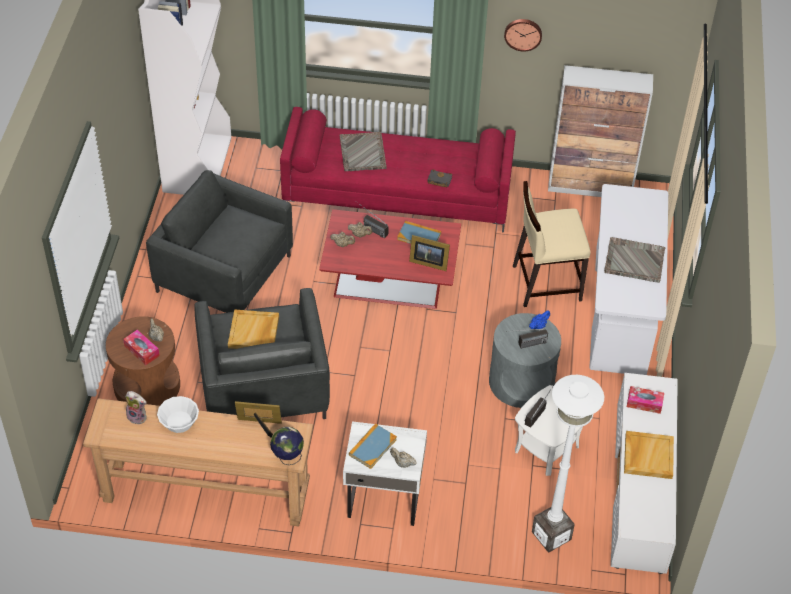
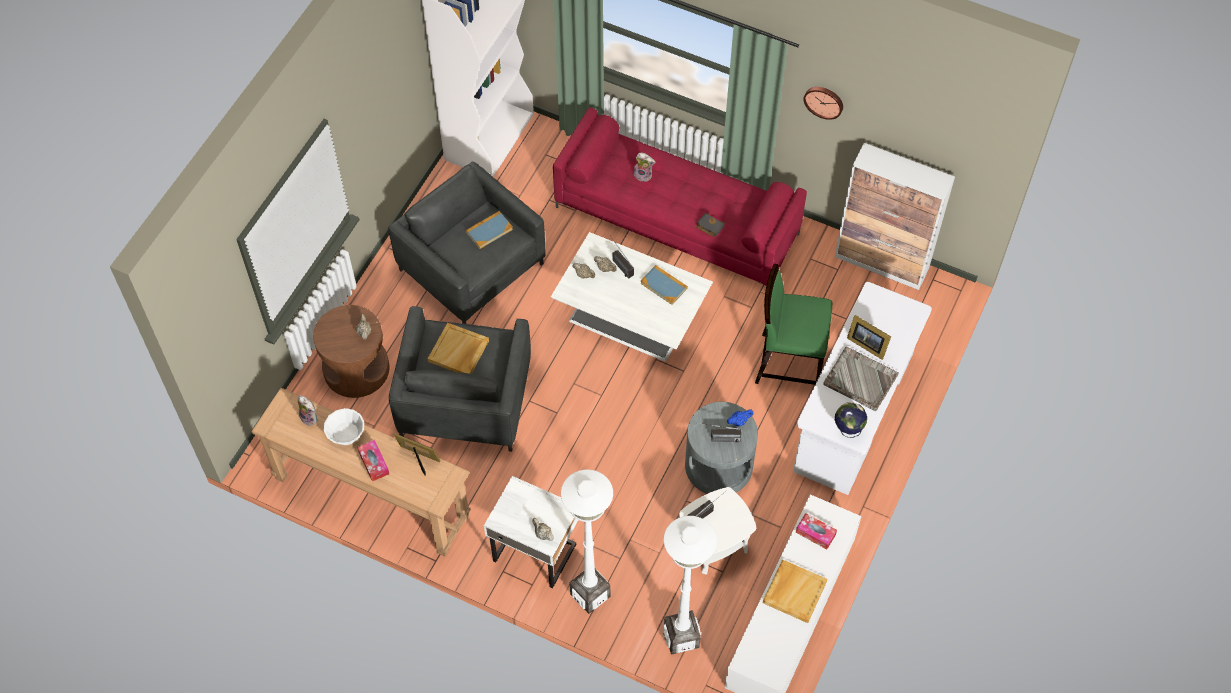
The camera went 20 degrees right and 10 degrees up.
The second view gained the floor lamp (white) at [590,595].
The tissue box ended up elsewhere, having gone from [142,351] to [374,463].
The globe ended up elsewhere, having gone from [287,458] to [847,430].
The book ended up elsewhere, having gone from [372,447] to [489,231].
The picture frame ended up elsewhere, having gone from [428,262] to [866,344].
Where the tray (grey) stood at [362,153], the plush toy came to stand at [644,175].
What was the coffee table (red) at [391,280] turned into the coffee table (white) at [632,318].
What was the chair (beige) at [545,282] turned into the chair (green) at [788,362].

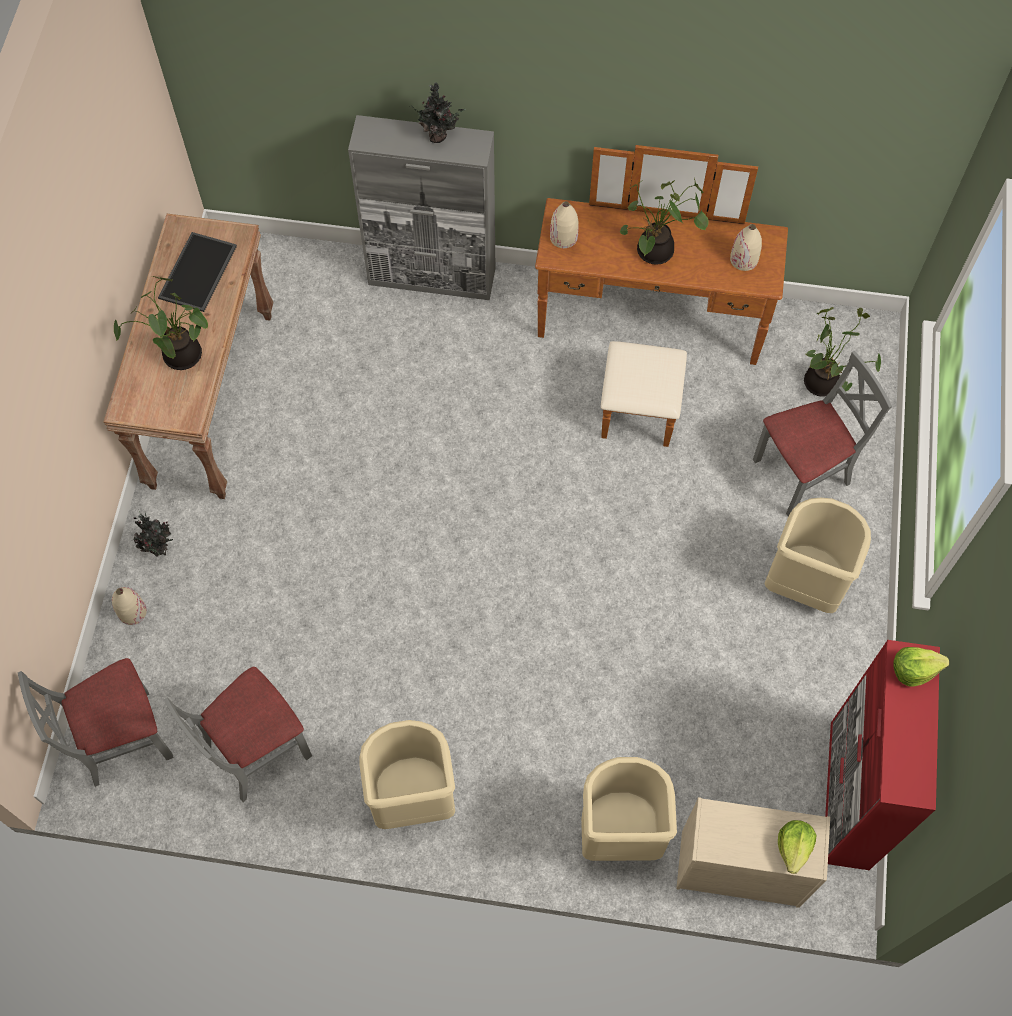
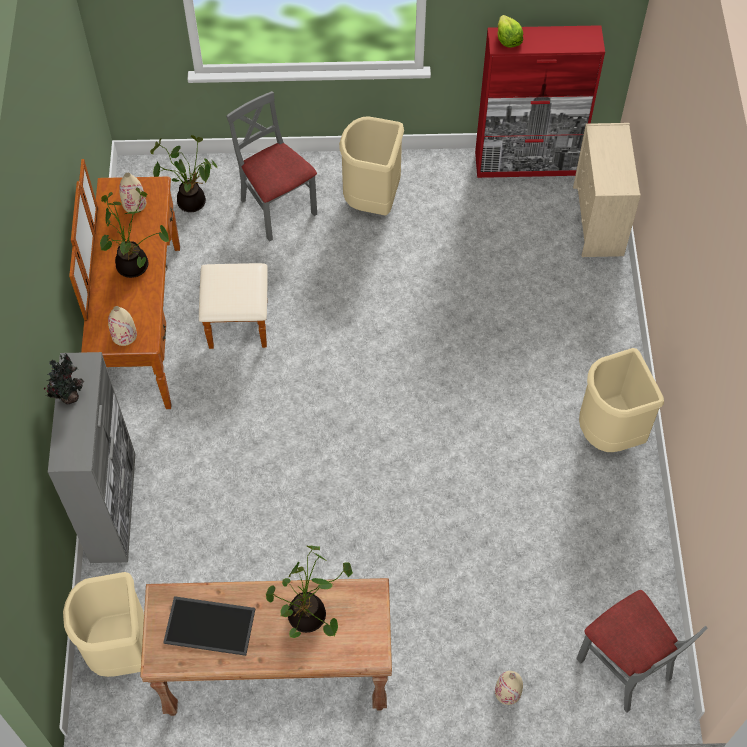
The camera went 100 degrees left and 5 degrees down.
The second view lost the potted plant at [159,548].
The second view lost the chair (grey) at [256,751].
The second view lost the lettuce at [794,847].
The trash can (beige) ended up elsewhere, having gone from [619,832] to [120,650].

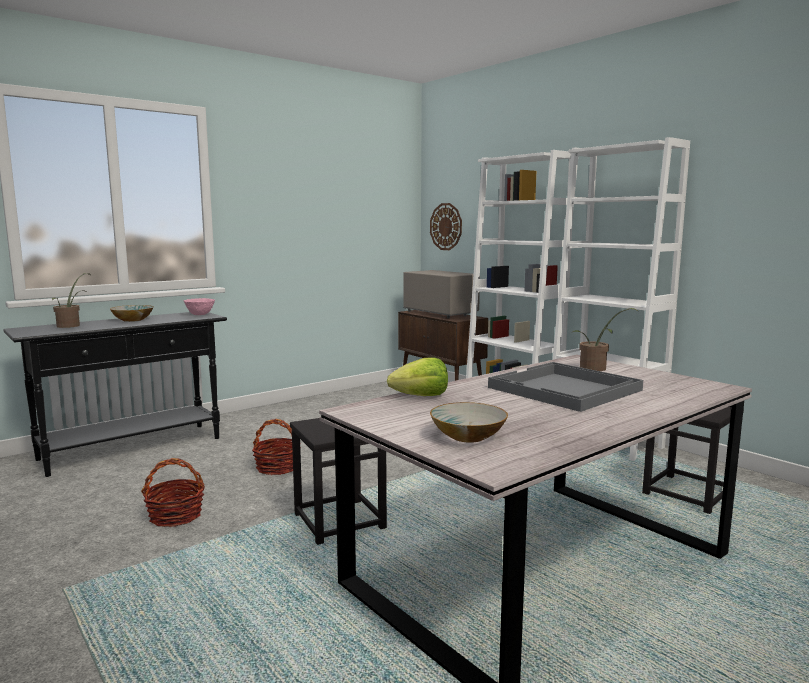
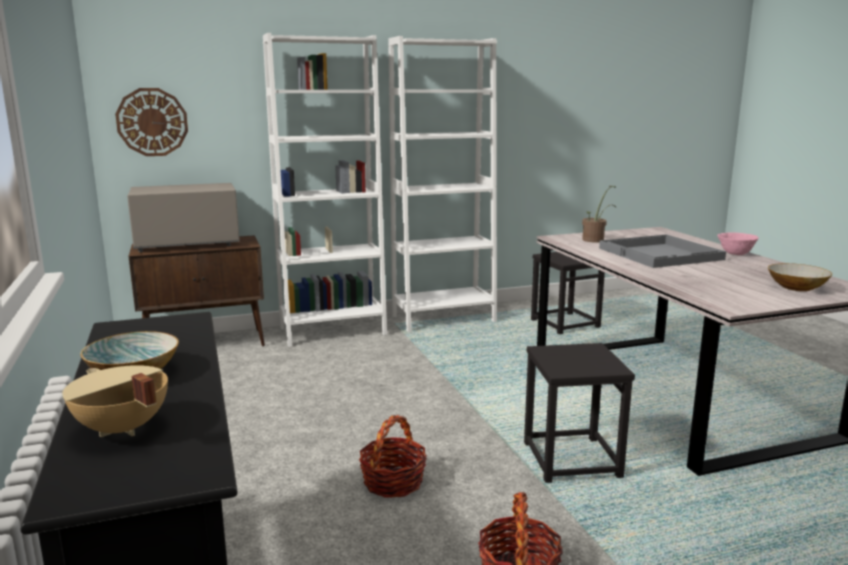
The camera went 70 degrees left and 5 degrees up.
The second view lost the lettuce at [421,396].
The bowl (pink) ended up elsewhere, having gone from [200,314] to [735,254].
Where the potted plant stood at [71,325], the cooking pot (beige) came to stand at [121,429].

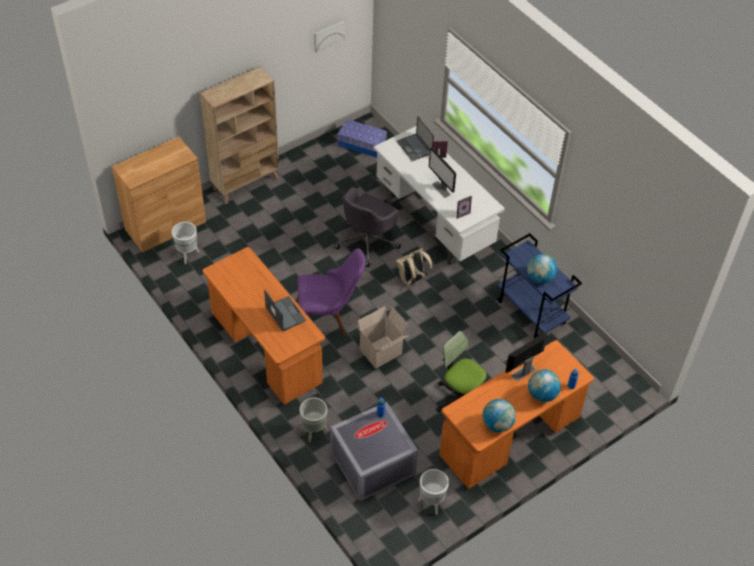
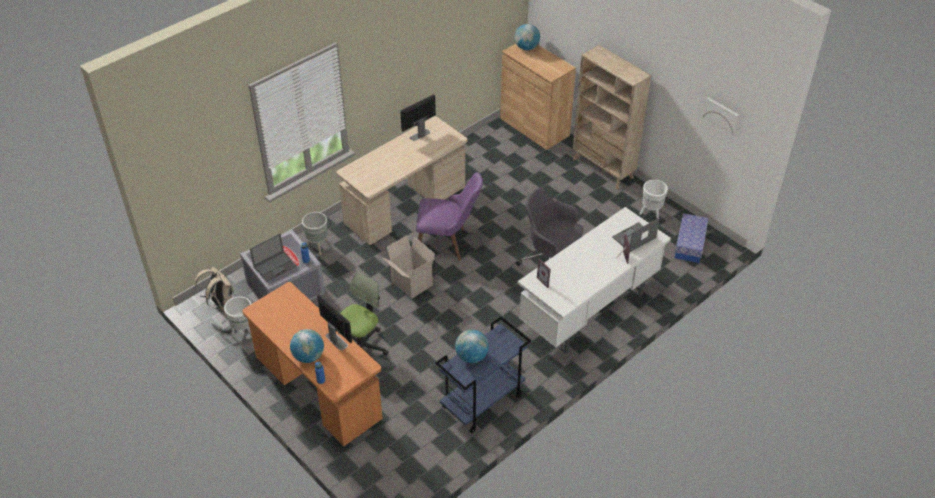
The camera went 85 degrees right and 5 degrees down.
The planter (white) ended up elsewhere, having gone from [187,255] to [651,214].
The laptop ended up elsewhere, having gone from [285,313] to [275,266].
The backpack (beige) ended up elsewhere, having gone from [412,280] to [220,303].
The monitor ended up elsewhere, having gone from [441,189] to [419,135].
The globe ended up elsewhere, having gone from [497,424] to [526,48].
What was the desk (orange) at [265,348] turned into the desk (beige) at [405,206].
The chair (purple) at [329,317] ended up facing another way, 75 degrees counterclockwise from before.

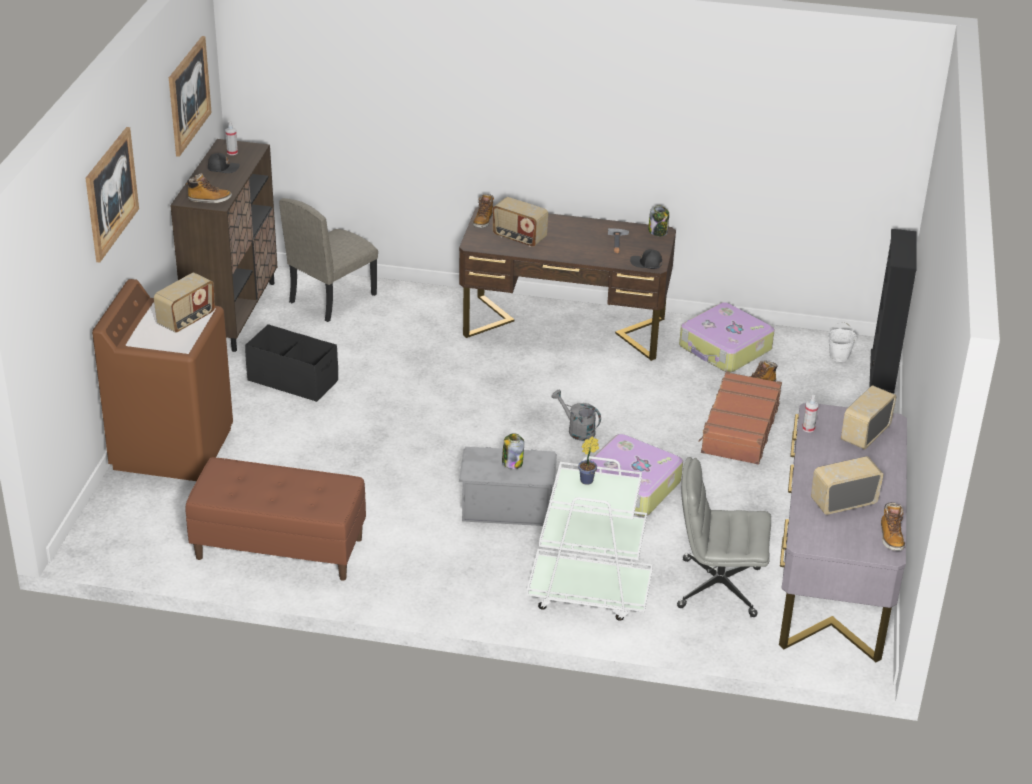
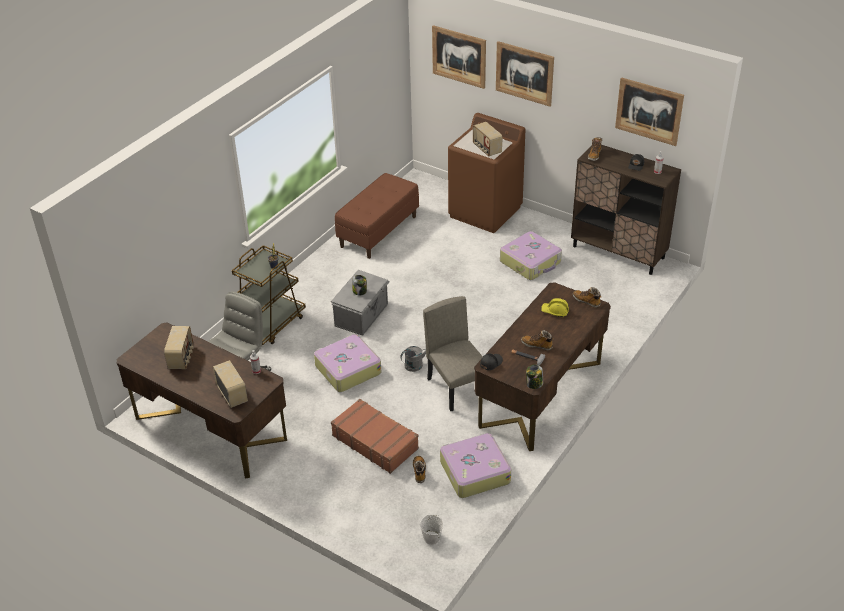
The camera went 115 degrees right and 5 degrees up.
The second view lost the bookcase (black) at [882,371].
The second view gained the picture at [459,56].
The chair (beige) ended up elsewhere, having gone from [332,298] to [458,387].
The boot ended up elsewhere, having gone from [891,537] to [537,345].
Where the storage box (black) stood at [293,380], the suitcase came to stand at [531,262].
Where the radio stood at [519,238], the hard hat (yellow) came to stand at [555,311].
What was the cart (white) at [588,593] turned into the cart (brown) at [271,325].
What was the desk (grey) at [833,577] turned into the desk (brown) at [210,428].

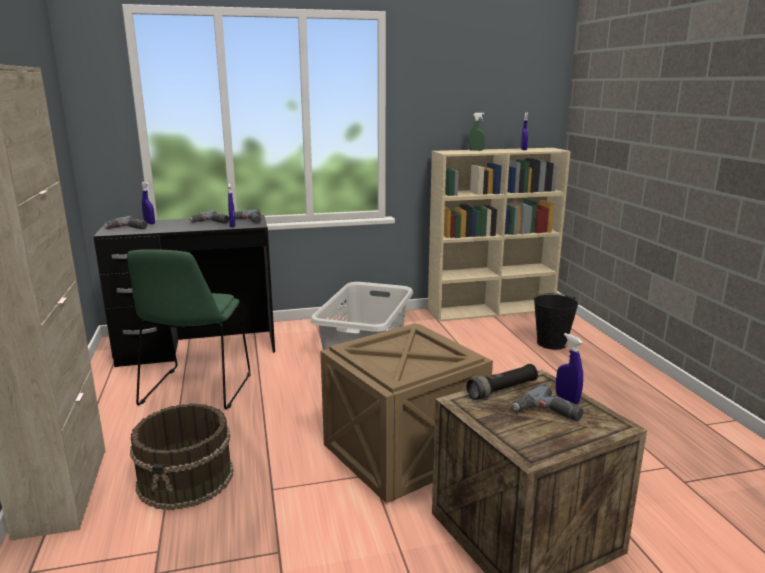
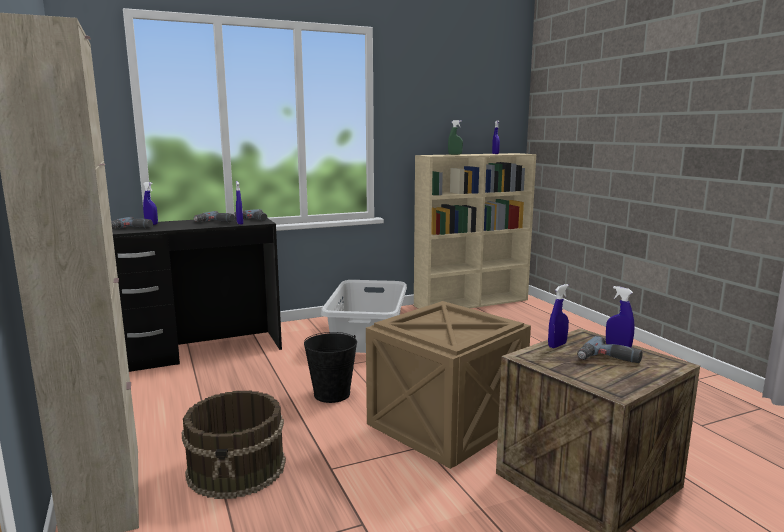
The camera went 10 degrees left and 5 degrees down.
The second view lost the chair (green) at [196,391].
The bucket (black) ended up elsewhere, having gone from [552,343] to [332,394].
Where the flashlight (black) stood at [502,390], the spray bottle (blue) came to stand at [557,345].

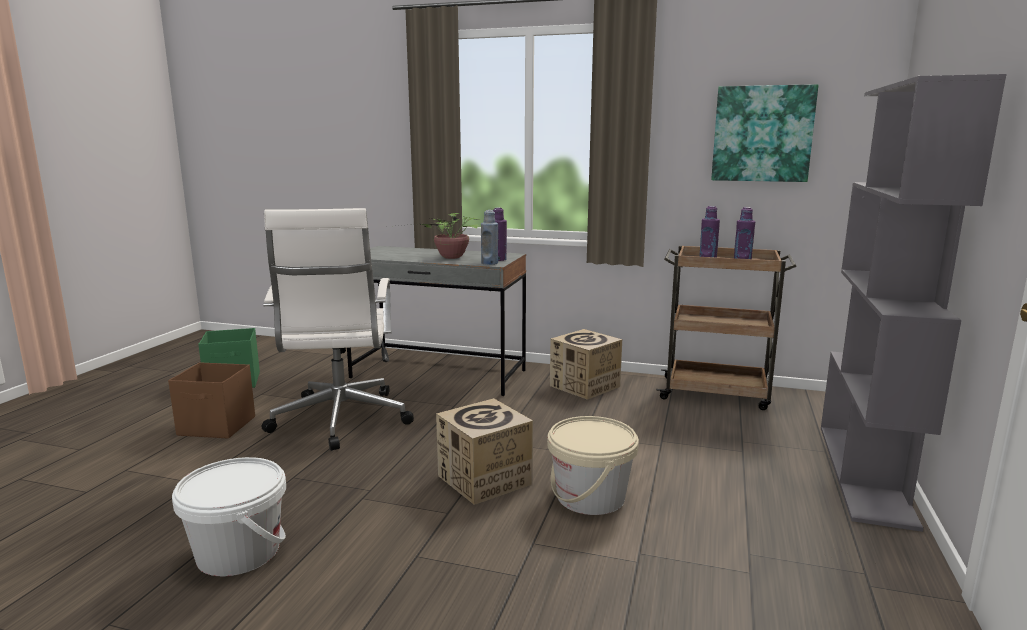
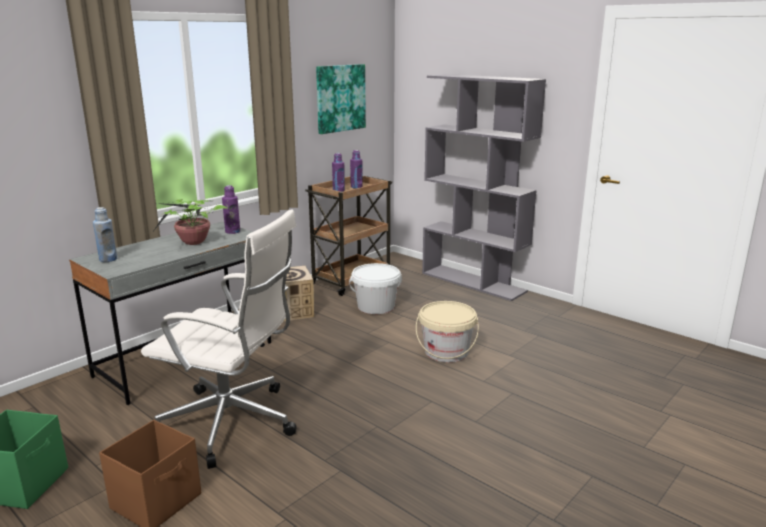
The camera went 65 degrees left and 5 degrees up.
The second view lost the cardboard box at [484,480].
The bucket (white) ended up elsewhere, having gone from [239,552] to [376,306].
The bottle (blue) ended up elsewhere, having gone from [489,263] to [108,259].

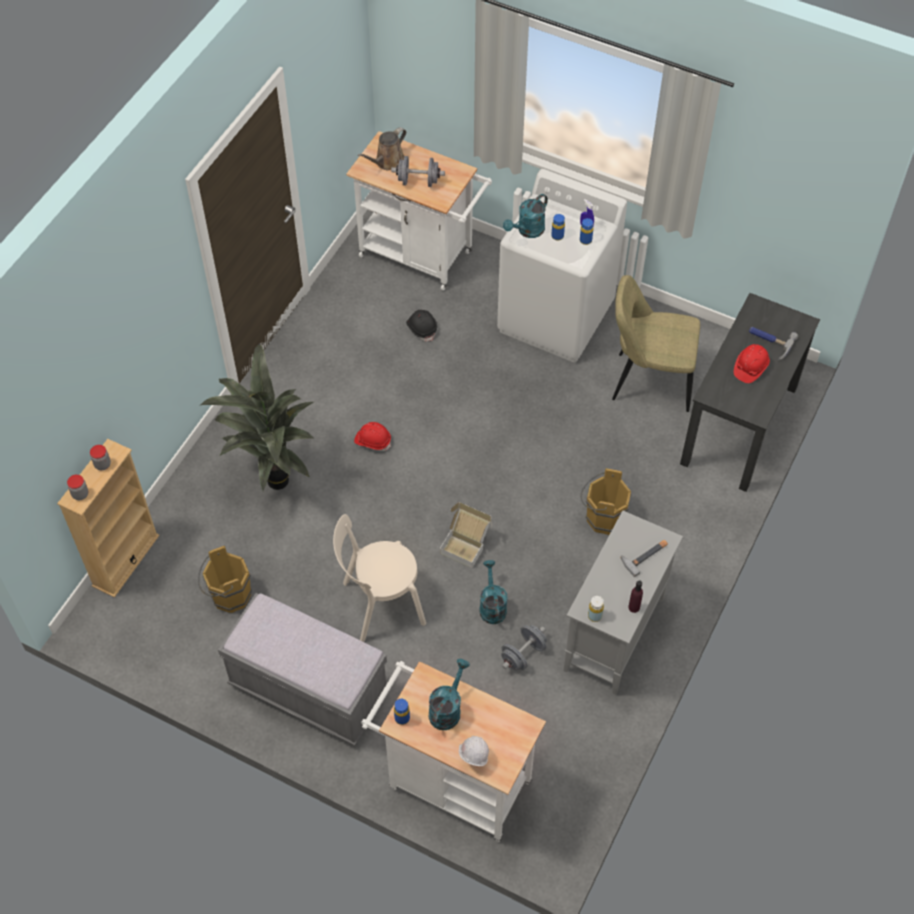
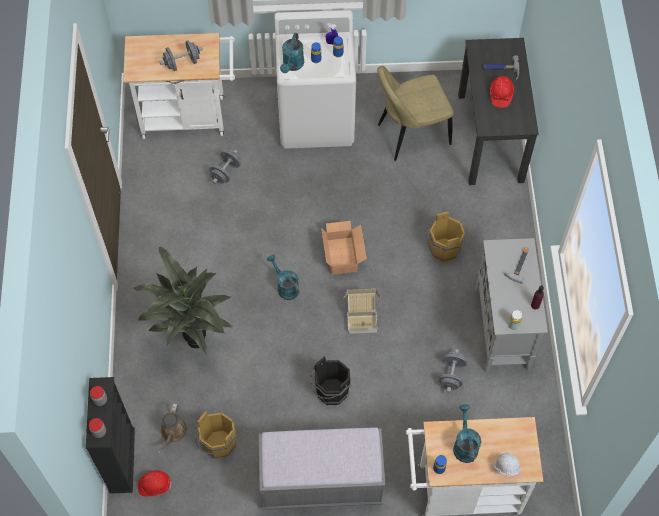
The camera went 30 degrees left and 5 degrees up.
The second view gained the cardboard box at [343,254].
The hard hat (red) ended up elsewhere, having gone from [373,441] to [154,485].
The watering can (brown) ended up elsewhere, having gone from [387,162] to [172,433].
The watering can (turquoise) ended up elsewhere, having gone from [492,605] to [285,286].
Where the chair (beige) stood at [379,604], the bucket (black) came to stand at [330,393].
Where the hard hat (black) stood at [422,328], the dumbbell (grey) came to stand at [226,172].
What was the bookcase (beige) at [125,560] turned into the bookcase (black) at [122,460].

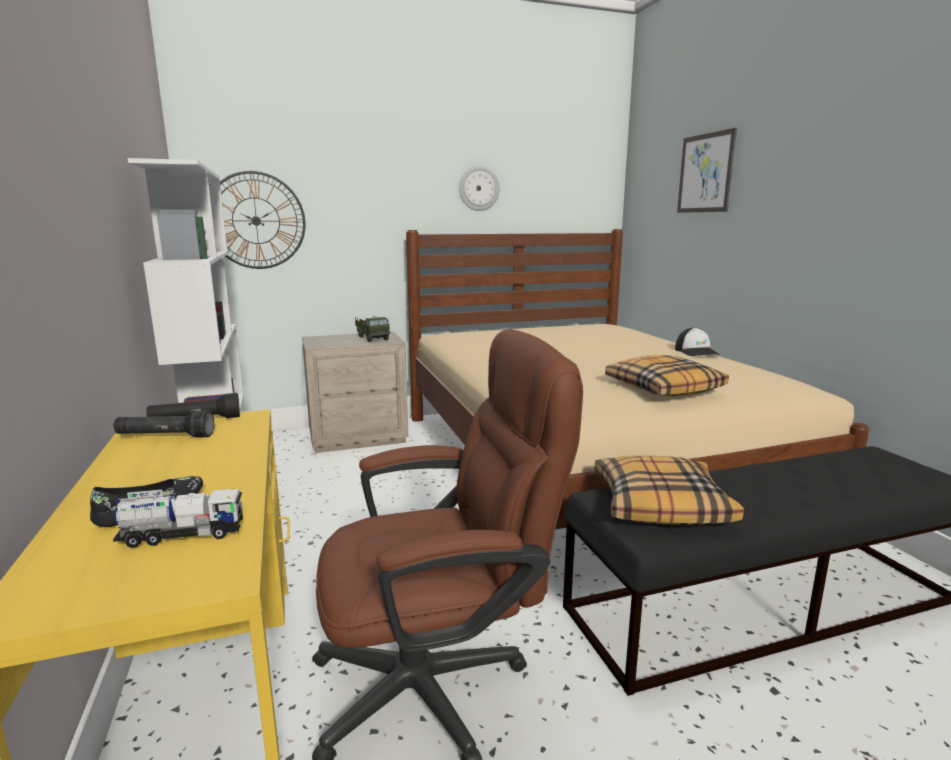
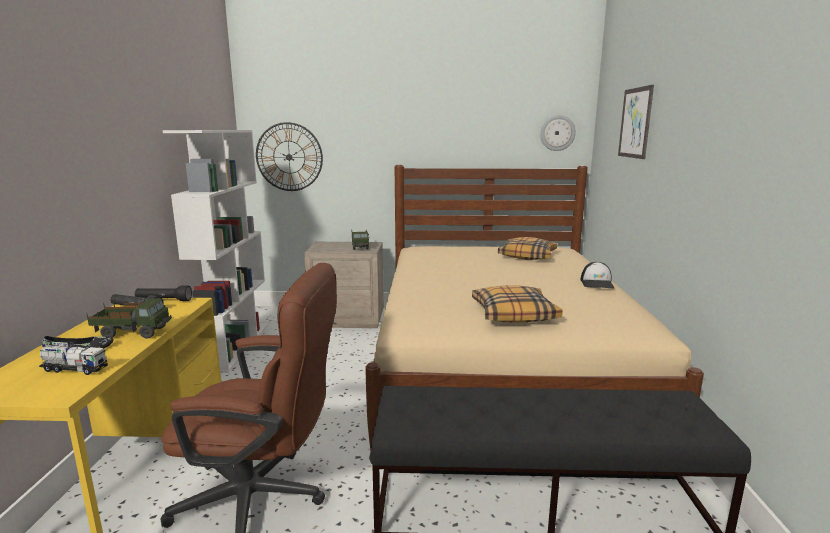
The camera went 20 degrees right and 0 degrees up.
The second view gained the toy truck at [132,333].
The wall clock ended up elsewhere, having gone from [479,188] to [557,133].
The pillow ended up elsewhere, having gone from [660,504] to [527,256].

